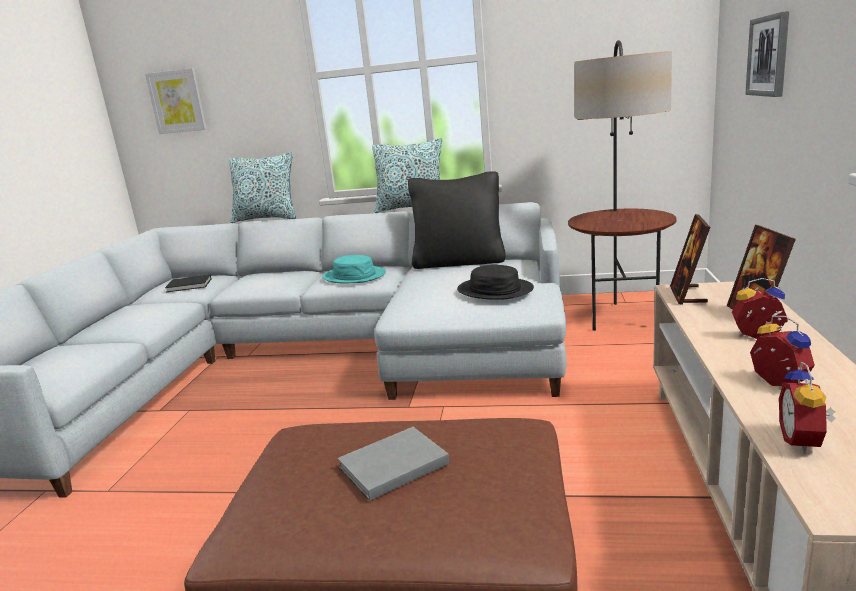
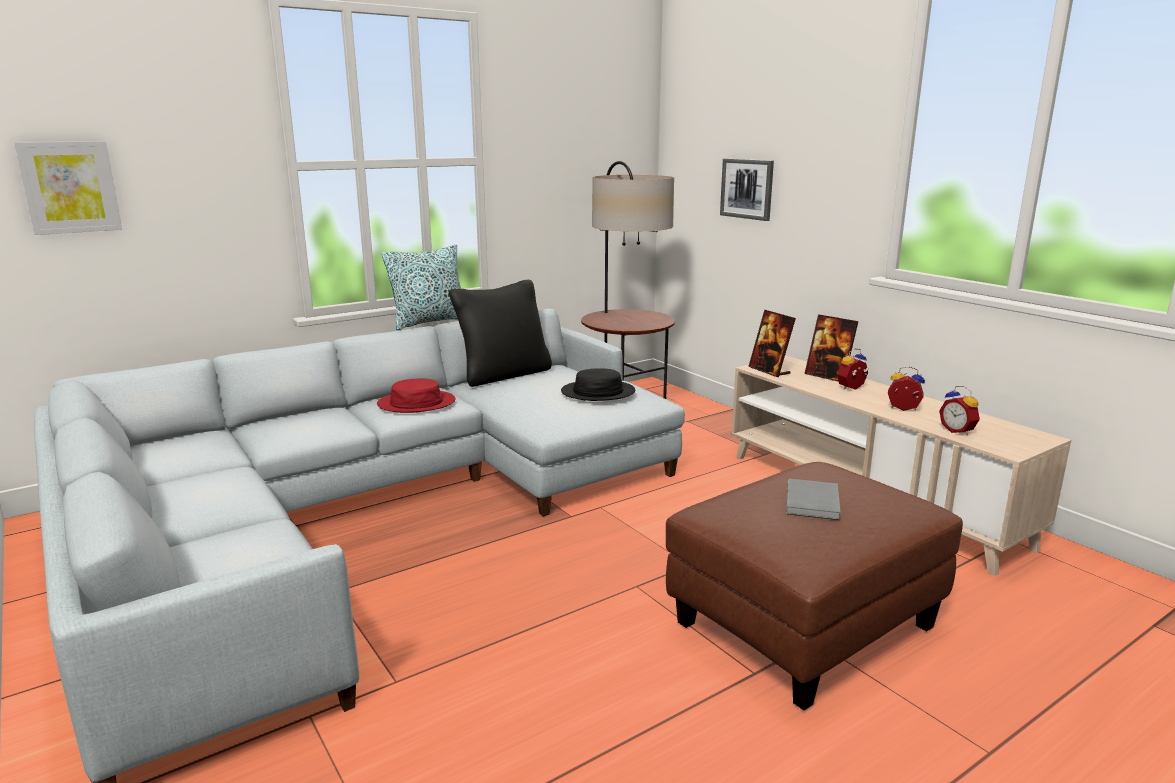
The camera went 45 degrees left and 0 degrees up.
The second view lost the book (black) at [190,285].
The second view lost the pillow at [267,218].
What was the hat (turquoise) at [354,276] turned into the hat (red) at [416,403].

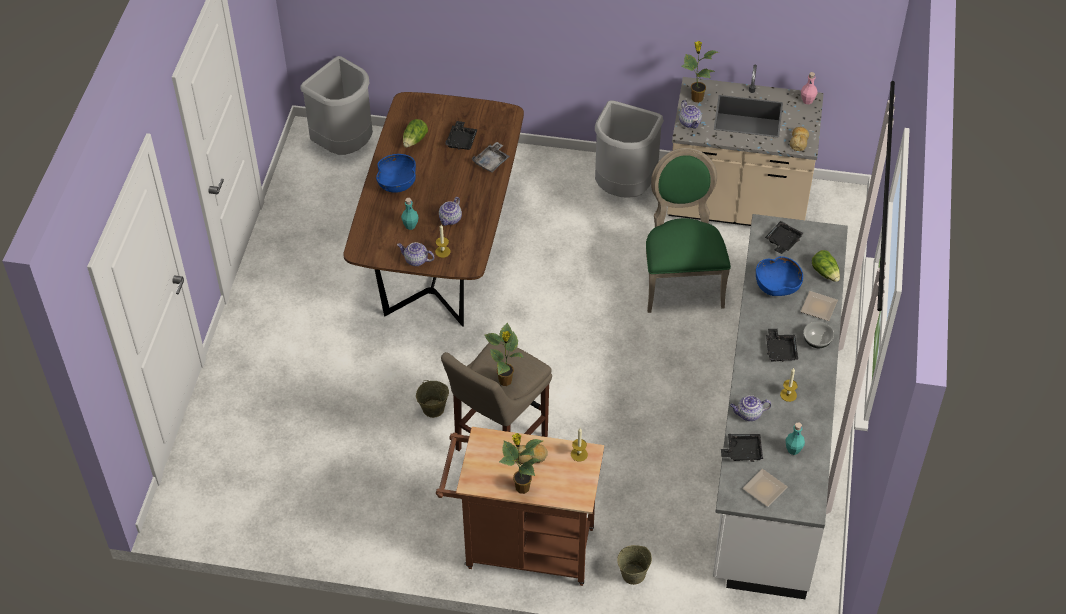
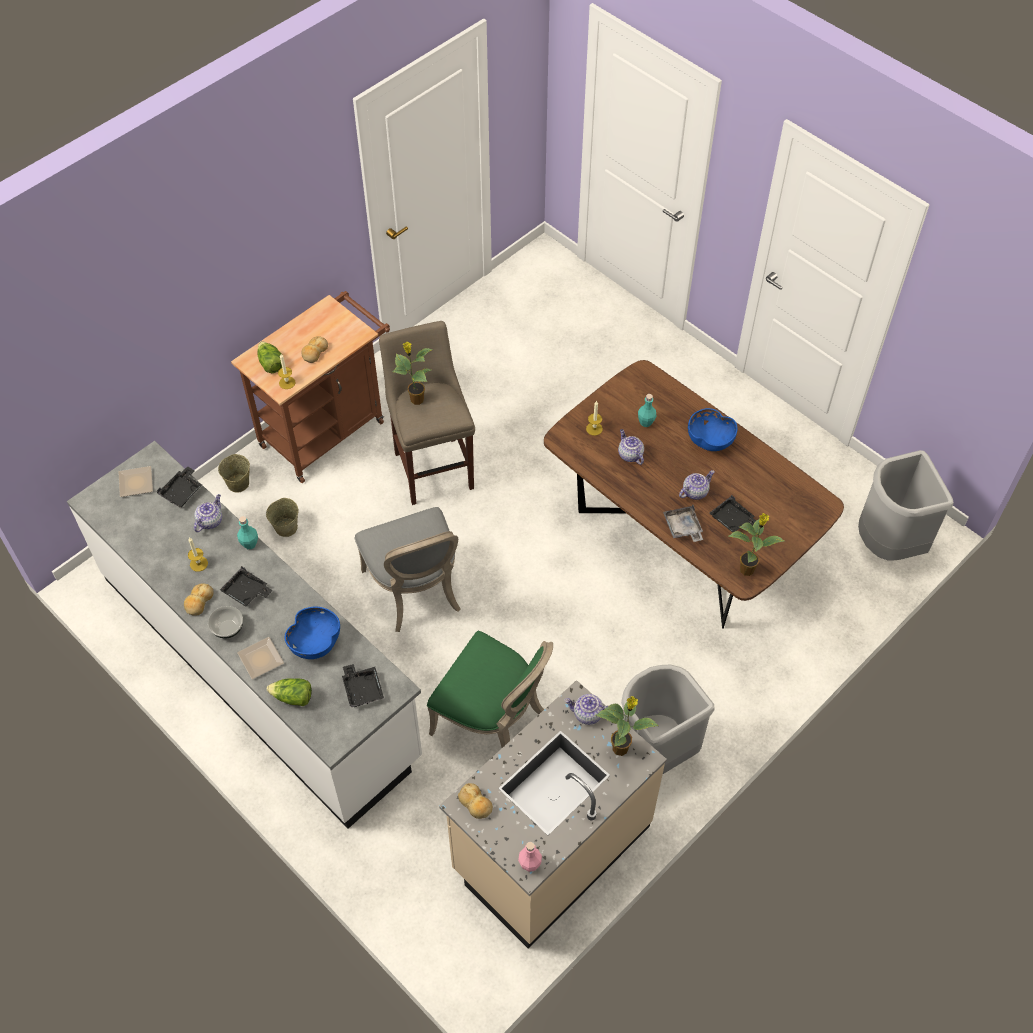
The camera went 125 degrees right and 5 degrees up.
The second view gained the bread at [199,602].
The second view gained the chair (grey) at [416,592].
The teapot ended up elsewhere, having gone from [416,260] to [695,491].
The lettuce ended up elsewhere, having gone from [415,140] to [270,363].
The bucket (beige) ended up elsewhere, having gone from [433,409] to [286,527].
The potted plant ended up elsewhere, having gone from [521,487] to [747,569].
The bottle (turquoise) ended up elsewhere, having gone from [793,450] to [250,544].

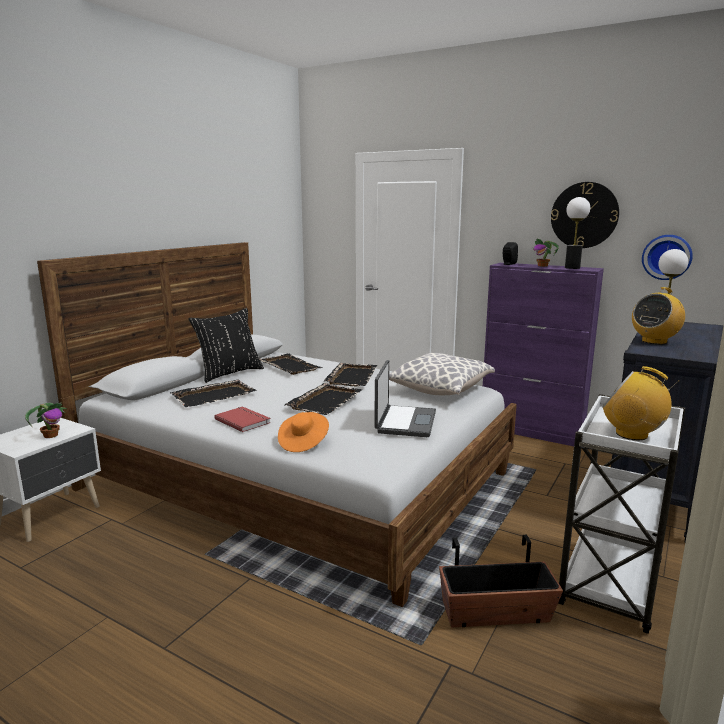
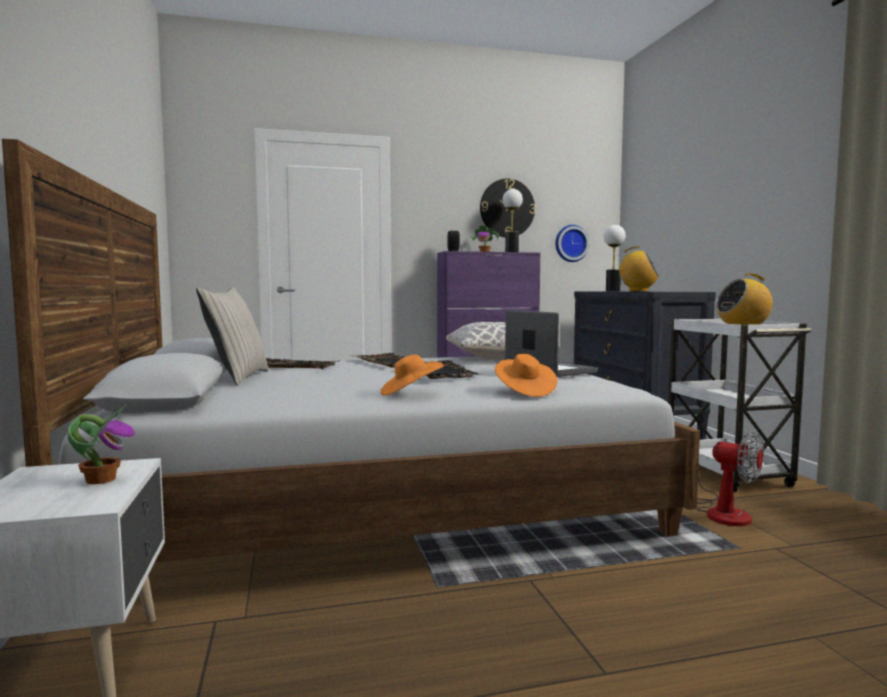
The camera went 45 degrees left and 10 degrees down.
The second view lost the tray (black) at [214,395].
Where the book (red) stood at [243,420], the hat (orange) came to stand at [410,393].
Where the planter stood at [495,613], the fan came to stand at [722,512].
What was the pillow (black) at [229,373] turned into the pillow (beige) at [237,378].
The radio at [654,341] ended up facing another way, 75 degrees counterclockwise from before.

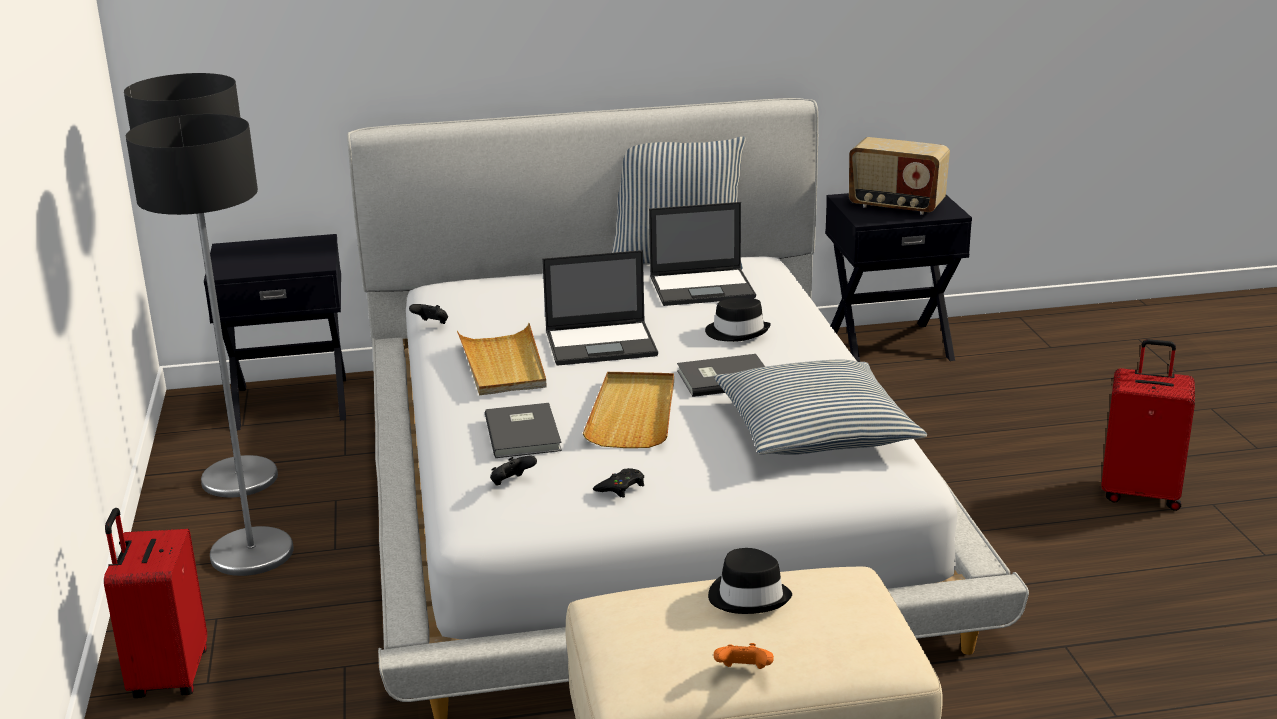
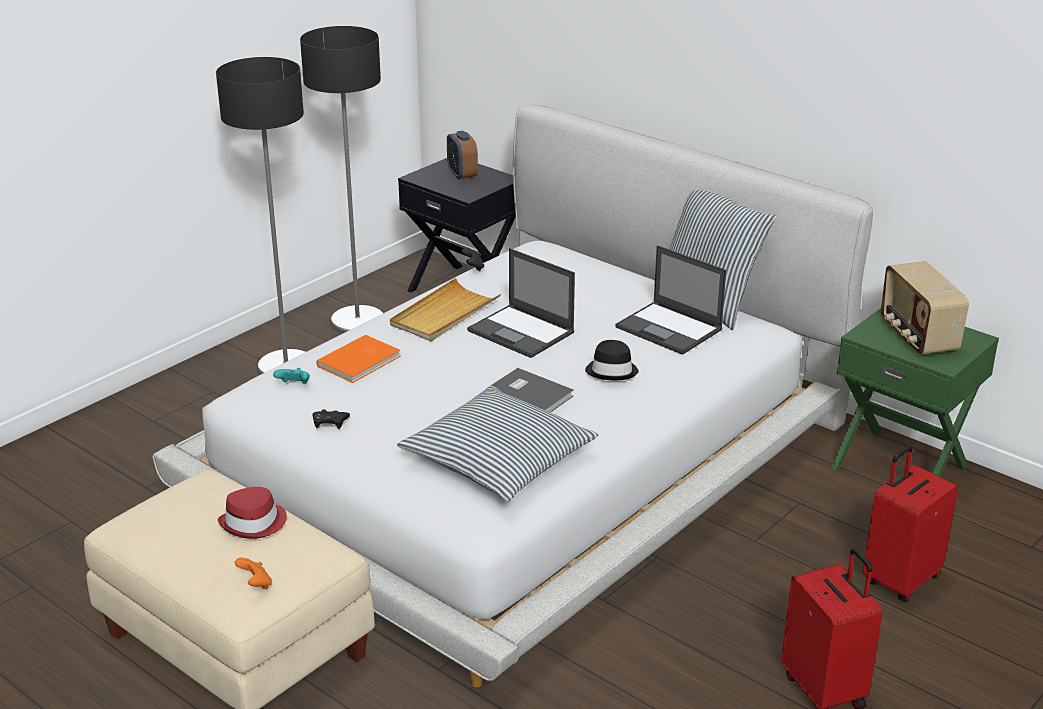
The camera went 50 degrees right and 5 degrees up.
The second view lost the tray (beige) at [633,414].
The second view gained the alarm clock at [462,175].
The suitcase (red) ended up elsewhere, having gone from [167,676] to [900,579].
The game controller (orange) ended up elsewhere, having gone from [744,672] to [256,584].
What was the book (grey) at [525,433] turned into the book (orange) at [361,361].
What was the game controller (black) at [511,483] turned into the game controller (turquoise) at [294,385].
What was the hat (black) at [749,596] turned into the hat (red) at [254,523].
What was the nightstand (black) at [889,345] turned into the nightstand (green) at [900,466].

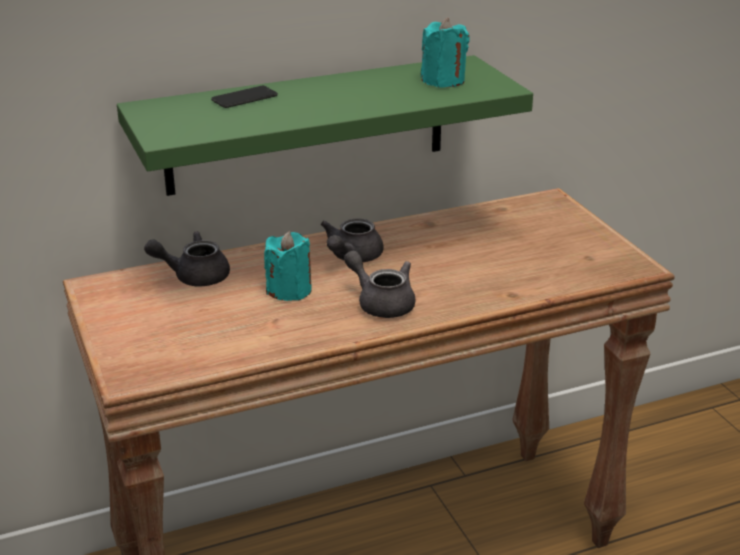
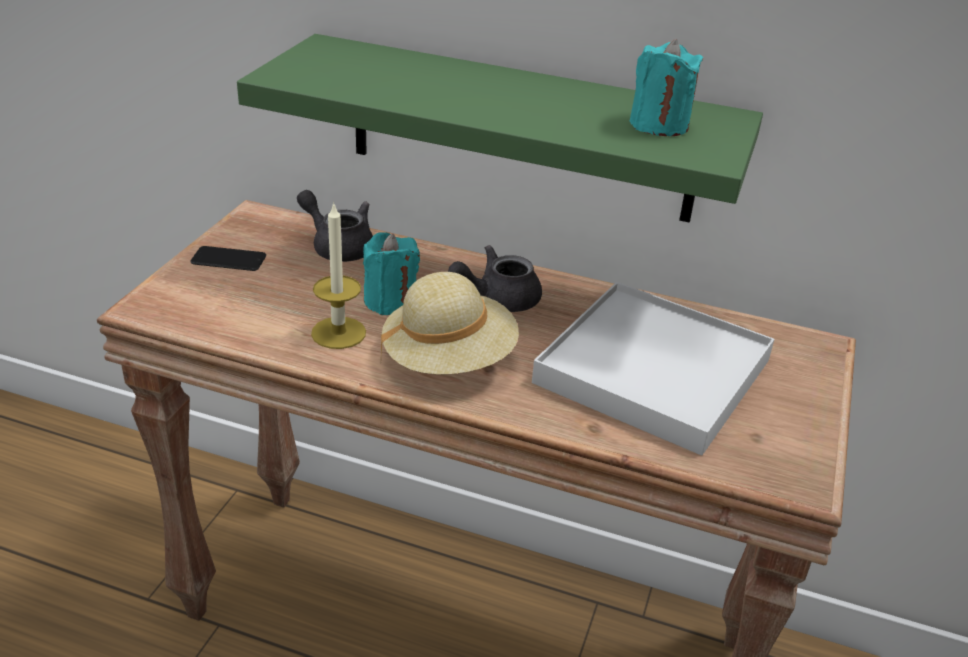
The camera went 40 degrees right and 5 degrees up.
The second view gained the candle at [338,333].
The second view gained the tray (white) at [652,372].
The phone ended up elsewhere, having gone from [244,98] to [228,260].
Where the teapot (grey) stood at [381,303], the hat (beige) came to stand at [449,359].

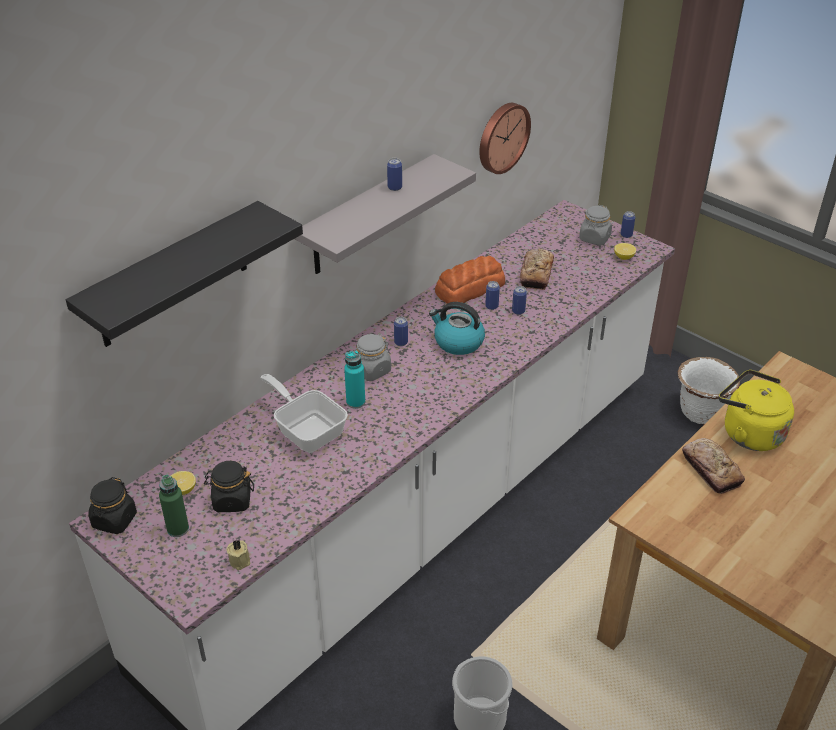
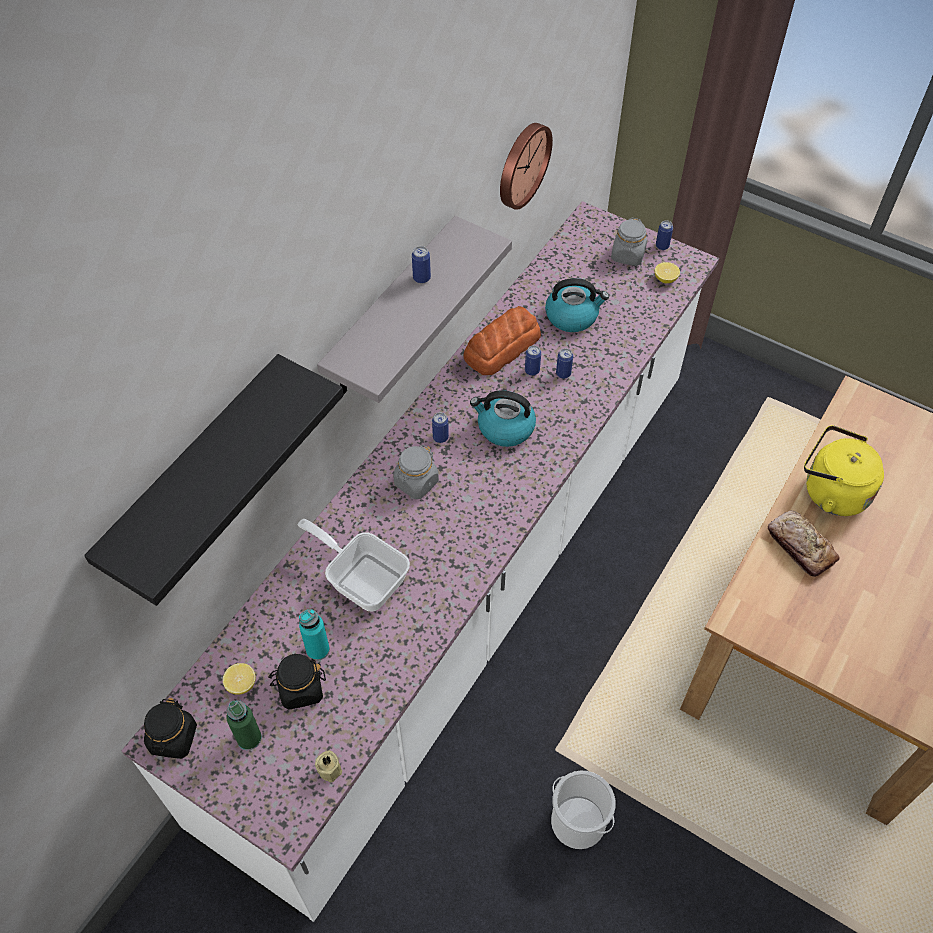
The camera went 10 degrees left and 15 degrees up.
The second view lost the planter (white) at [700,412].
The bottle (turquoise) ended up elsewhere, having gone from [355,402] to [318,650].
Where the bread stood at [536,274], the kettle came to stand at [572,316].

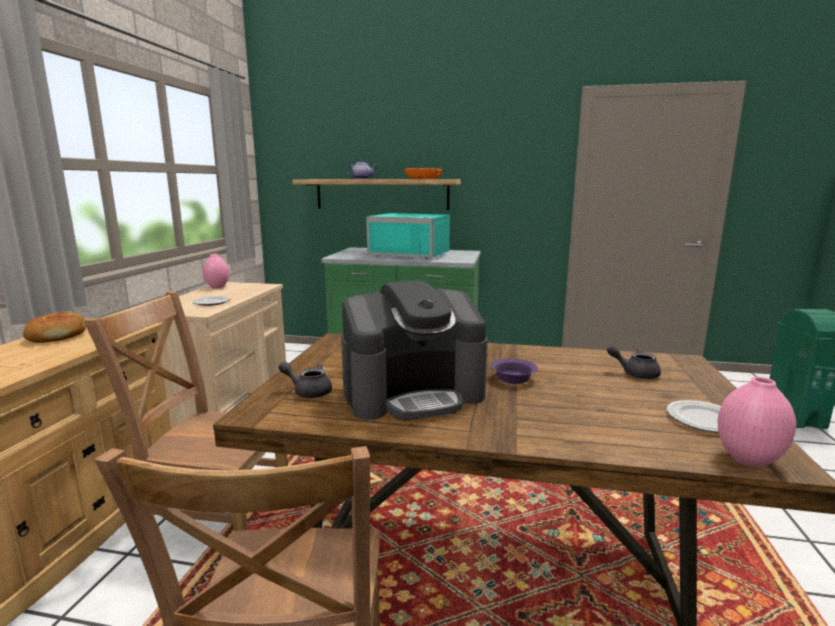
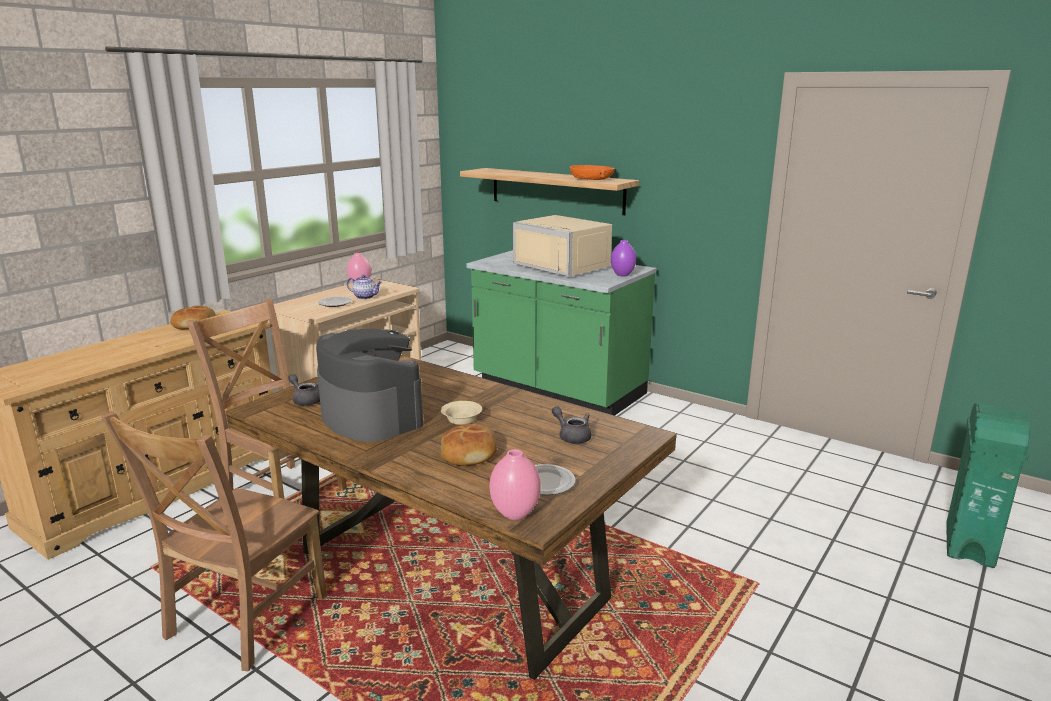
The camera went 25 degrees right and 5 degrees up.
The second view gained the bread at [469,454].
The second view gained the vase (purple) at [622,275].
The teapot ended up elsewhere, having gone from [362,179] to [365,297].
What was the microwave (turquoise) at [412,254] turned into the microwave (beige) at [566,266].
What was the bowl (purple) at [511,378] turned into the bowl (beige) at [461,419].
The coffee machine at [413,393] ended up facing another way, 135 degrees counterclockwise from before.

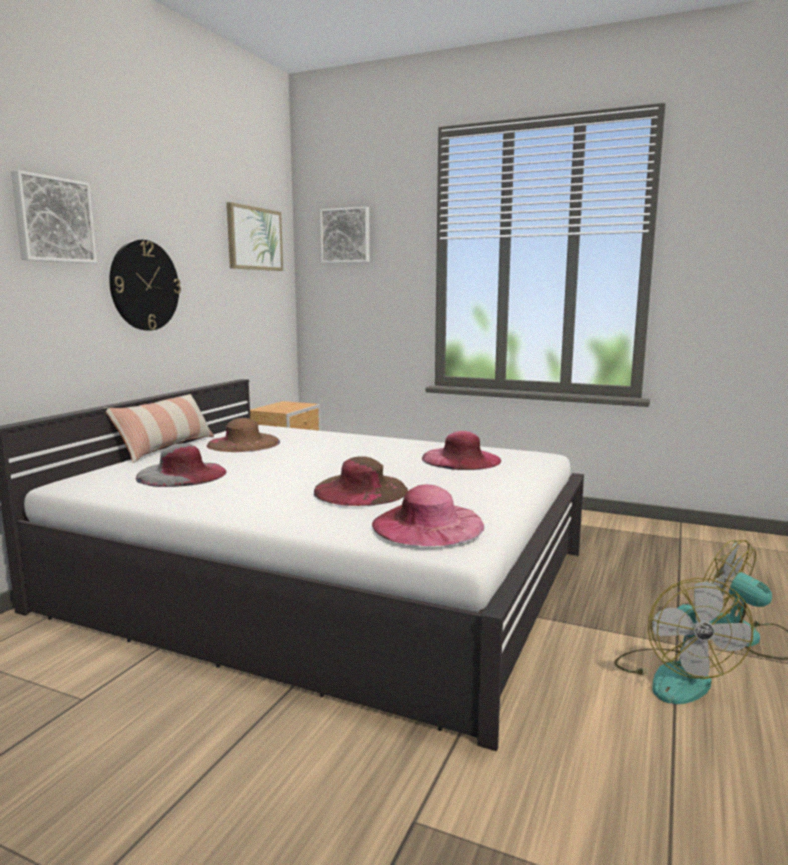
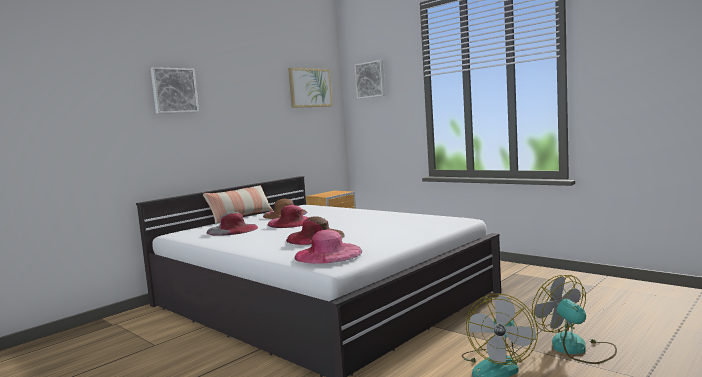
The camera went 20 degrees right and 5 degrees down.
The second view lost the wall clock at [144,285].
The hat (pink) ended up elsewhere, having gone from [461,459] to [291,222].

